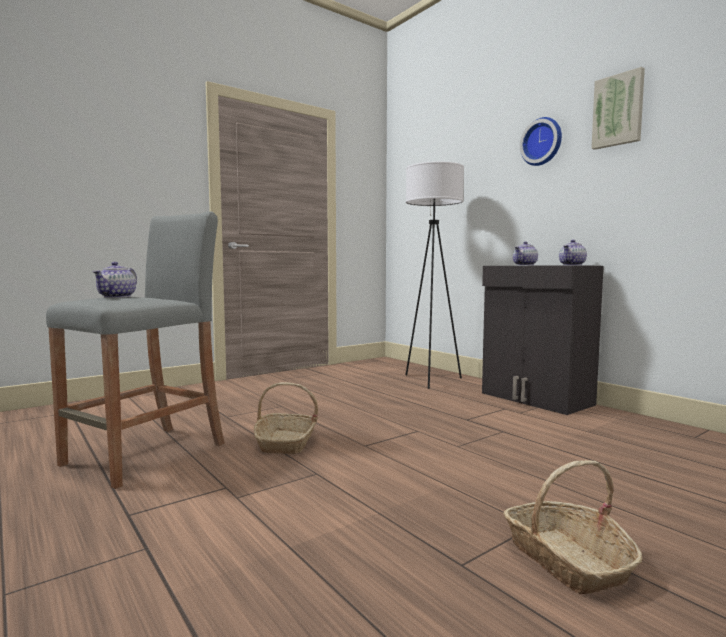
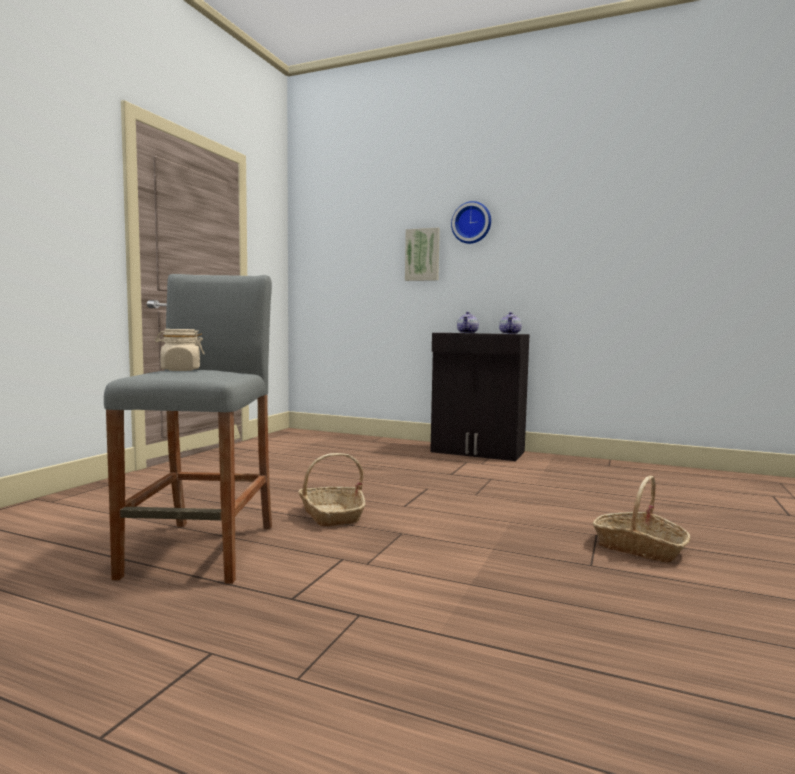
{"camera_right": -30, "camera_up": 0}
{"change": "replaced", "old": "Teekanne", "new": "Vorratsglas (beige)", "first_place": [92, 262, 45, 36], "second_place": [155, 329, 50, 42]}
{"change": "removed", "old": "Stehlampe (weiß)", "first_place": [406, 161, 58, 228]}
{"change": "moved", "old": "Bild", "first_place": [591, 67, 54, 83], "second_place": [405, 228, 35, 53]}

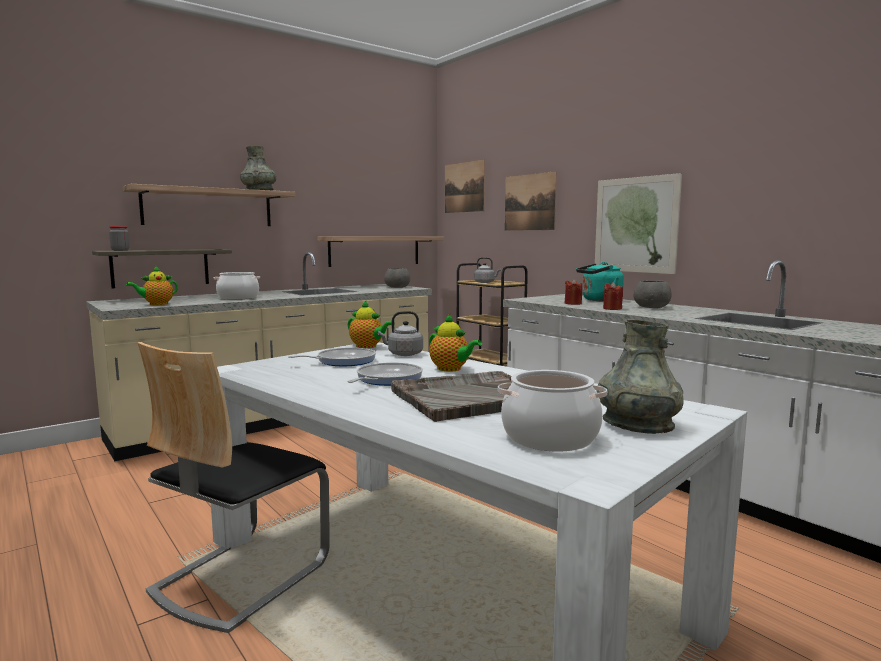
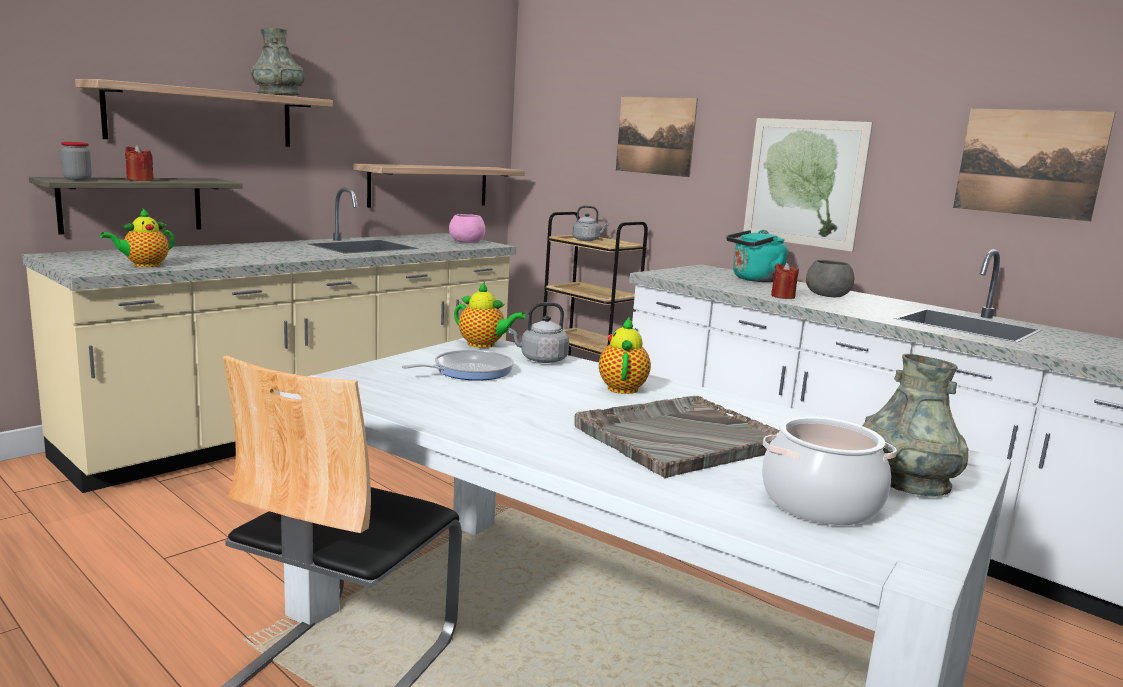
{"camera_right": -10, "camera_up": 5}
{"change": "removed", "old": "Kochtopf", "first_place": [214, 272, 46, 28]}
{"change": "removed", "old": "Pfanne", "first_place": [348, 363, 75, 23]}
{"change": "recoloured", "old": "Schüssel (grau)", "new": "Schüssel (rosa)", "first_place": [384, 268, 26, 20], "second_place": [449, 214, 36, 29]}
{"change": "turned", "old": "Teekanne", "first_place": [429, 314, 53, 57], "second_place": [599, 317, 52, 77], "degrees": -120}
{"change": "moved", "old": "Bild", "first_place": [445, 159, 40, 54], "second_place": [953, 108, 162, 113]}
{"change": "moved", "old": "Kerze (rot)", "first_place": [565, 279, 17, 26], "second_place": [125, 145, 29, 36]}

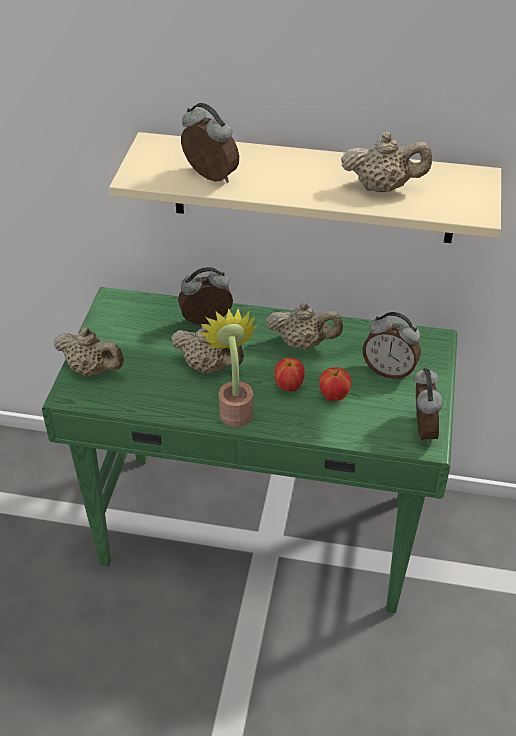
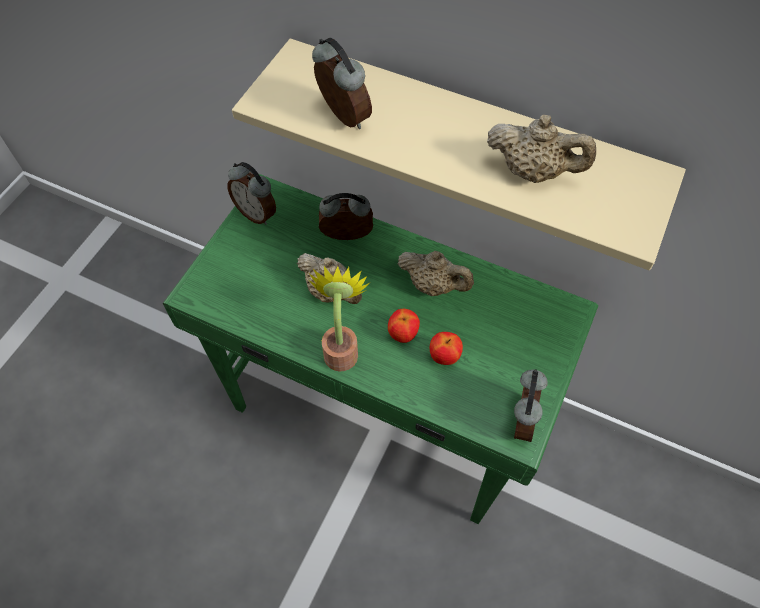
{"camera_right": 15, "camera_up": 15}
{"change": "removed", "old": "Teekanne (beige)", "first_place": [54, 327, 70, 49]}
{"change": "moved", "old": "Wecker", "first_place": [363, 312, 58, 67], "second_place": [228, 162, 48, 63]}

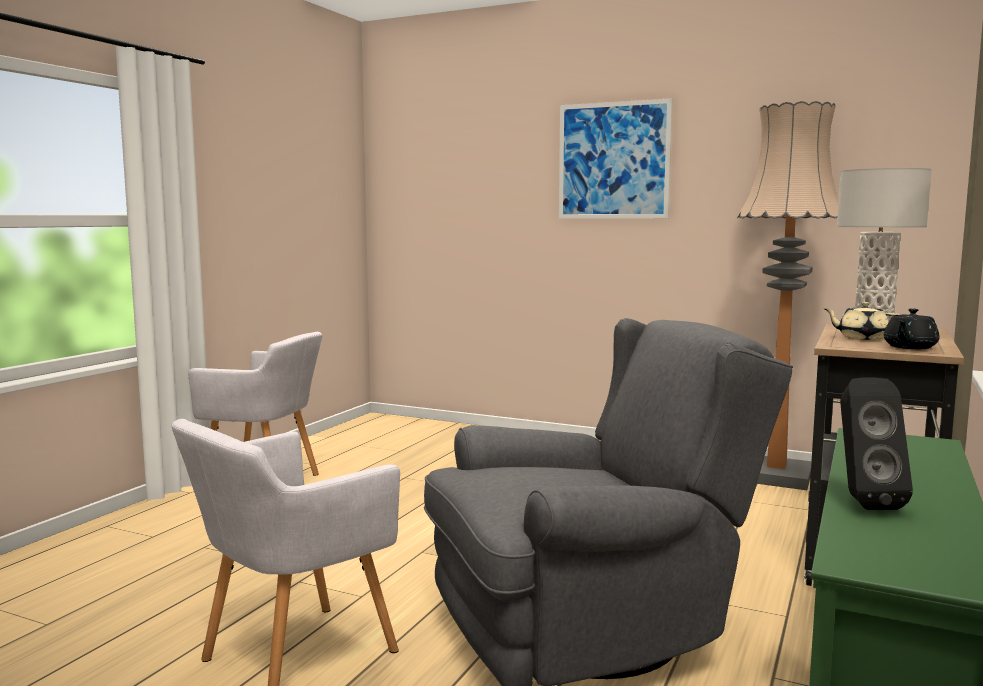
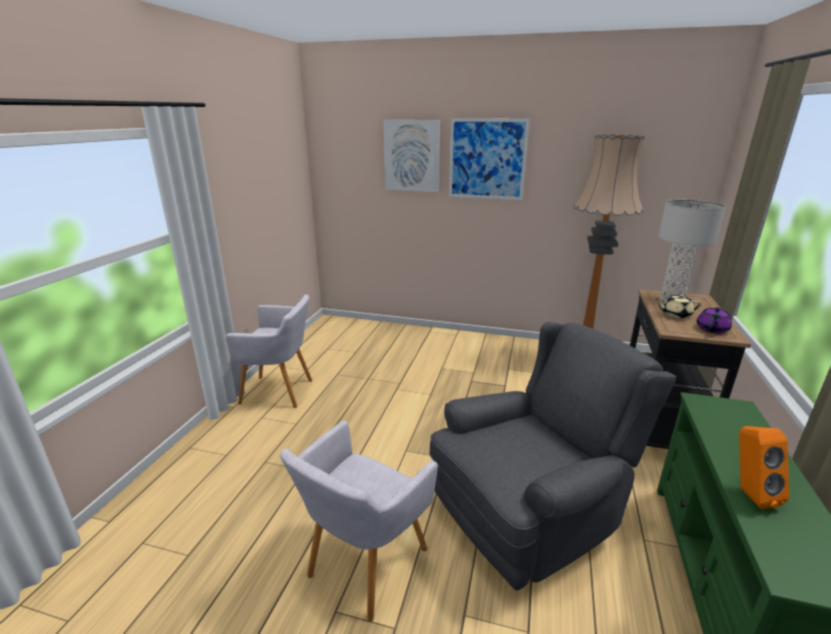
{"camera_right": -10, "camera_up": 15}
{"change": "recoloured", "old": "Lautsprecher (schwarz)", "new": "Lautsprecher (orange)", "first_place": [840, 377, 73, 133], "second_place": [739, 426, 50, 83]}
{"change": "recoloured", "old": "Teekanne (schwarz)", "new": "Teekanne (lila)", "first_place": [884, 308, 56, 41], "second_place": [697, 307, 35, 27]}
{"change": "added", "new": "Bild", "second_place": [383, 120, 57, 72]}

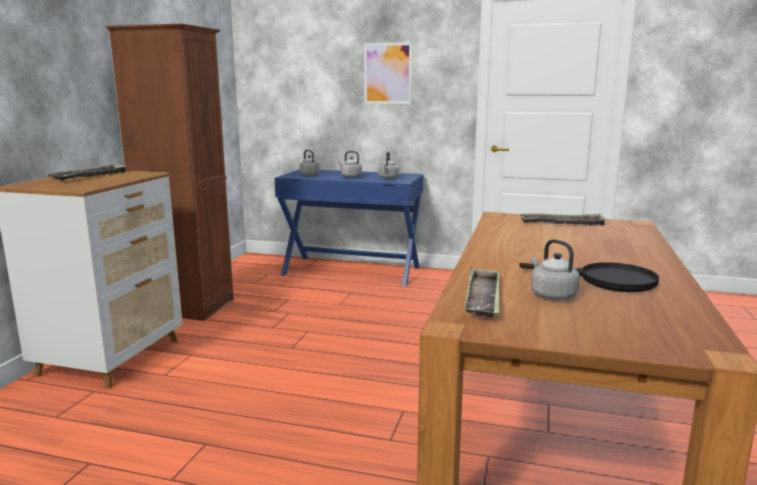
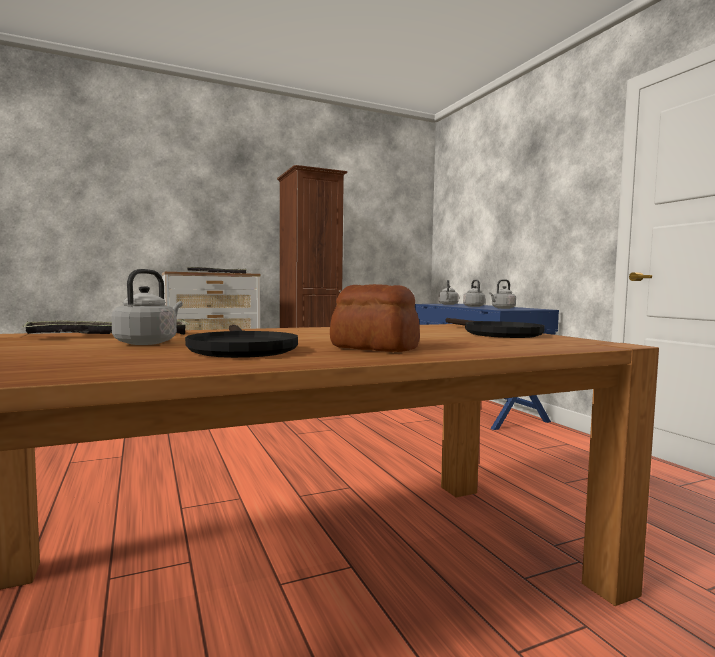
{"camera_right": 50, "camera_up": -10}
{"change": "removed", "old": "Bild", "first_place": [364, 42, 48, 62]}
{"change": "replaced", "old": "Tablett", "new": "Pfanne (schwarz)", "first_place": [519, 213, 89, 13], "second_place": [446, 318, 99, 20]}
{"change": "added", "new": "Brot", "second_place": [330, 284, 90, 68]}

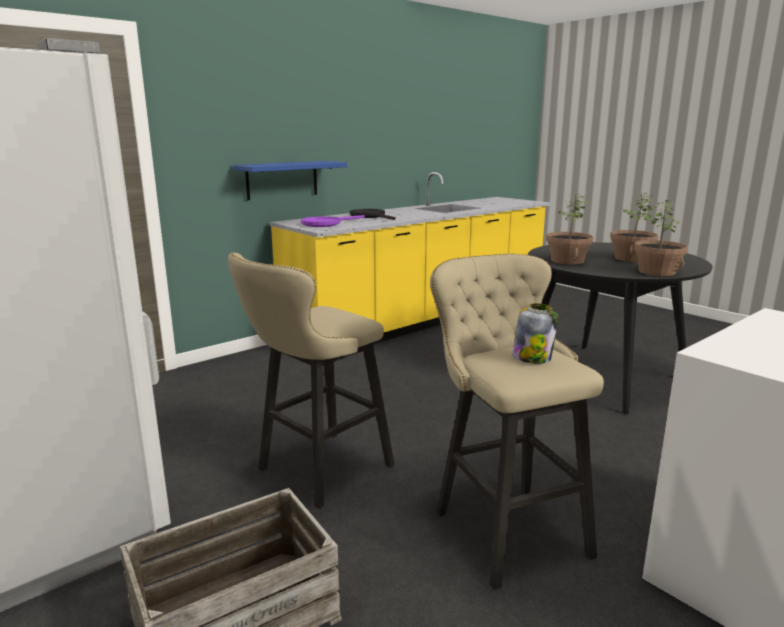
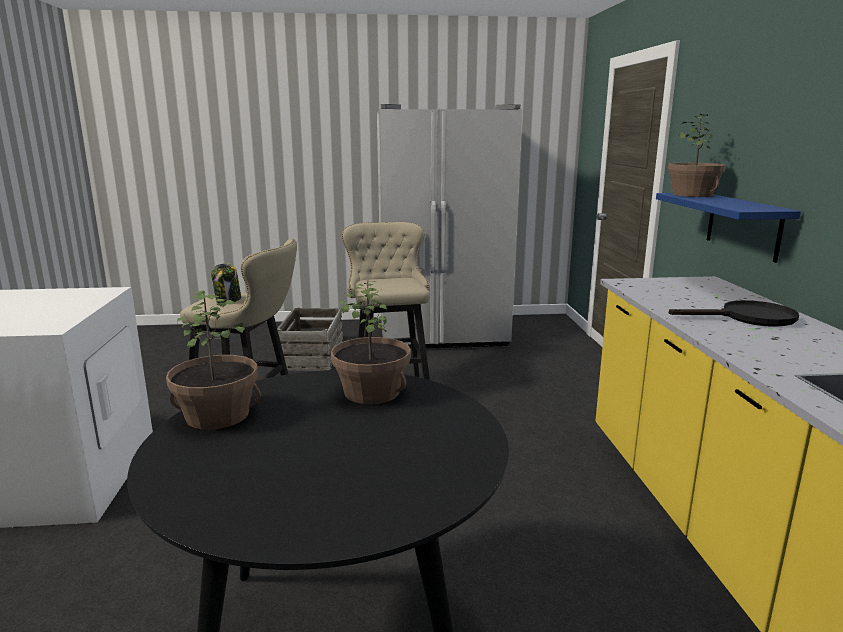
{"camera_right": 125, "camera_up": 0}
{"change": "removed", "old": "Pfanne (lila)", "first_place": [301, 215, 64, 12]}
{"change": "moved", "old": "Topfpflanze", "first_place": [610, 192, 48, 70], "second_place": [668, 113, 58, 84]}

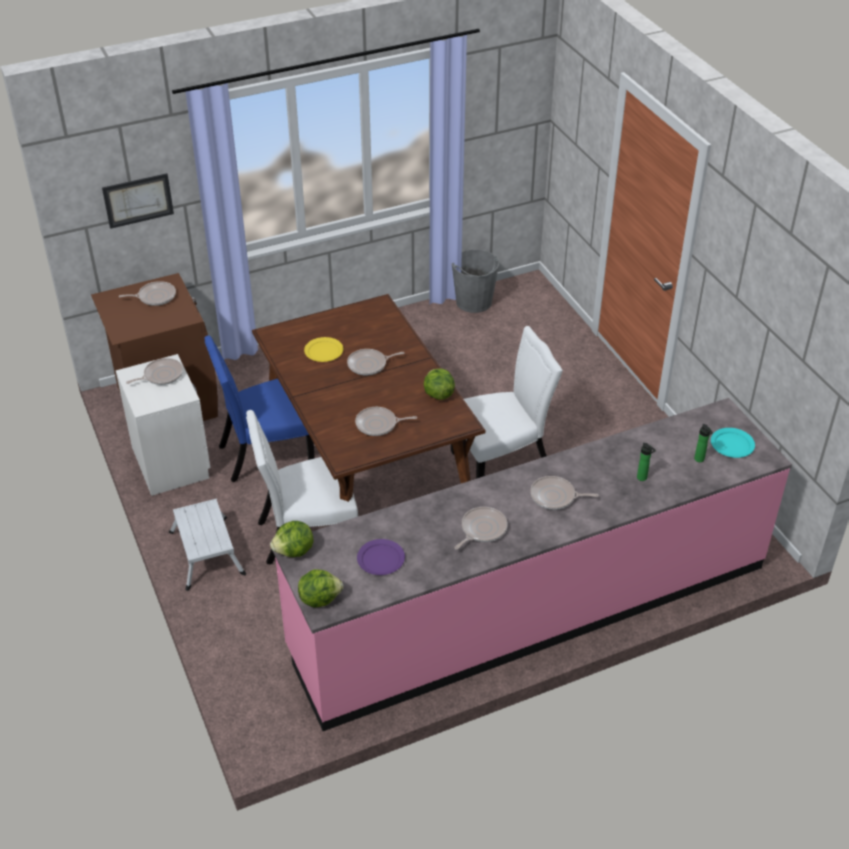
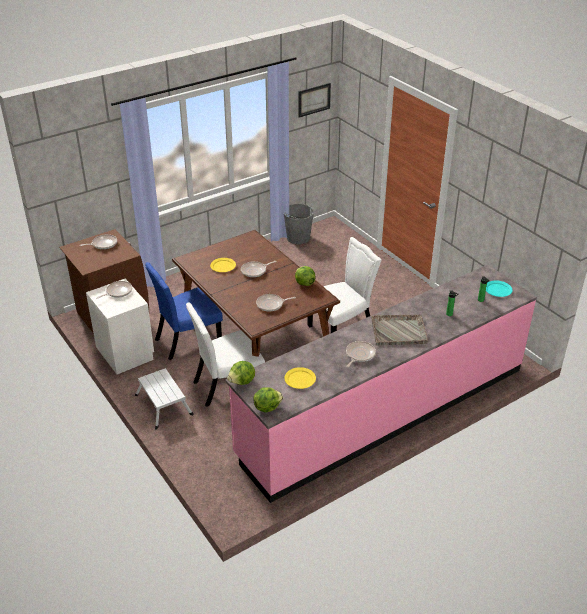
{"camera_right": -10, "camera_up": -5}
{"change": "moved", "old": "Bild", "first_place": [102, 173, 72, 56], "second_place": [298, 83, 33, 35]}
{"change": "recoloured", "old": "Teller (lila)", "new": "Teller (gelb)", "first_place": [357, 539, 48, 36], "second_place": [284, 367, 32, 22]}
{"change": "replaced", "old": "Pfanne", "new": "Tablett (grau)", "first_place": [530, 476, 69, 34], "second_place": [371, 314, 57, 31]}

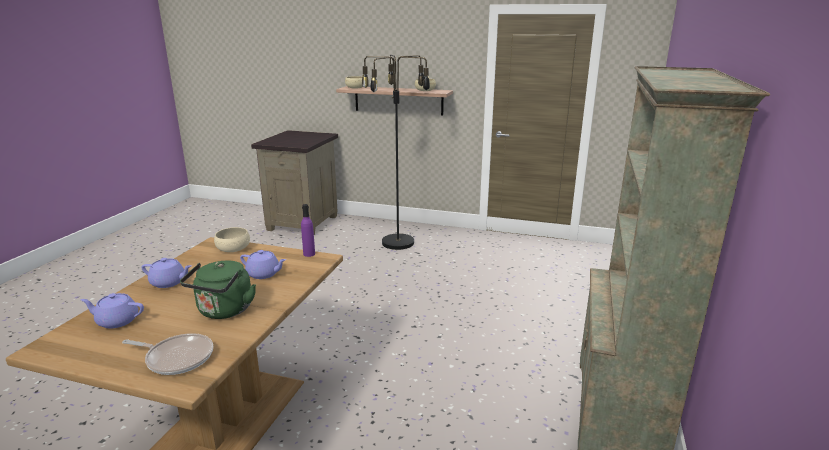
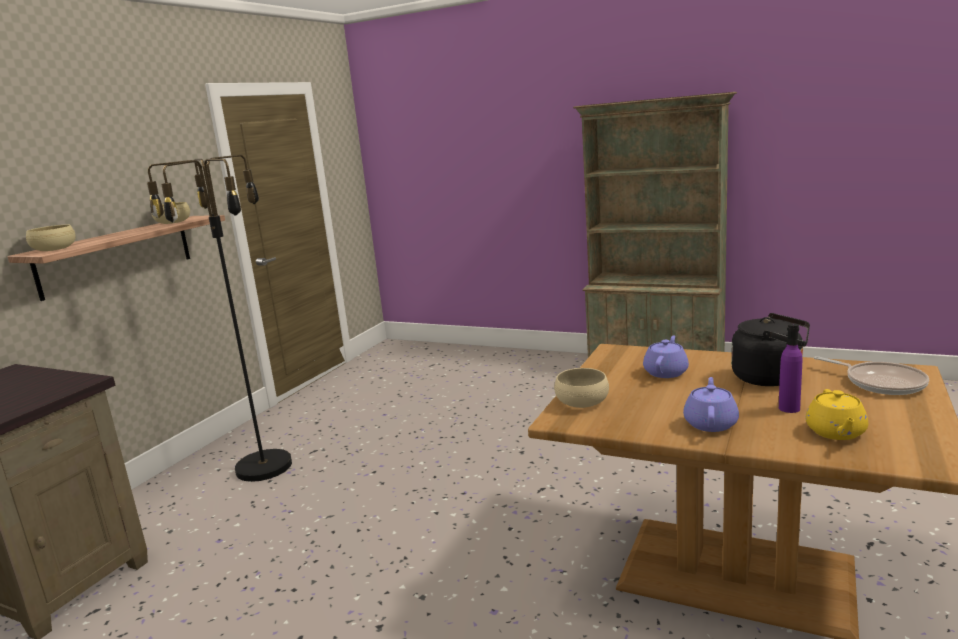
{"camera_right": -80, "camera_up": -5}
{"change": "recoloured", "old": "Teekanne (lila)", "new": "Teekanne (gelb)", "first_place": [80, 293, 64, 35], "second_place": [806, 389, 62, 51]}
{"change": "turned", "old": "Pfanne", "first_place": [122, 333, 91, 42], "second_place": [814, 356, 115, 39], "degrees": 120}
{"change": "recoloured", "old": "Wasserkessel (grün)", "new": "Wasserkessel (schwarz)", "first_place": [180, 261, 76, 58], "second_place": [731, 313, 79, 73]}
{"change": "moved", "old": "Flasche (lila)", "first_place": [301, 204, 14, 53], "second_place": [779, 323, 23, 90]}

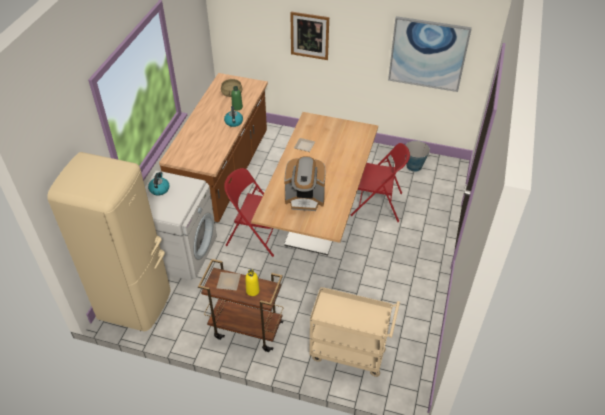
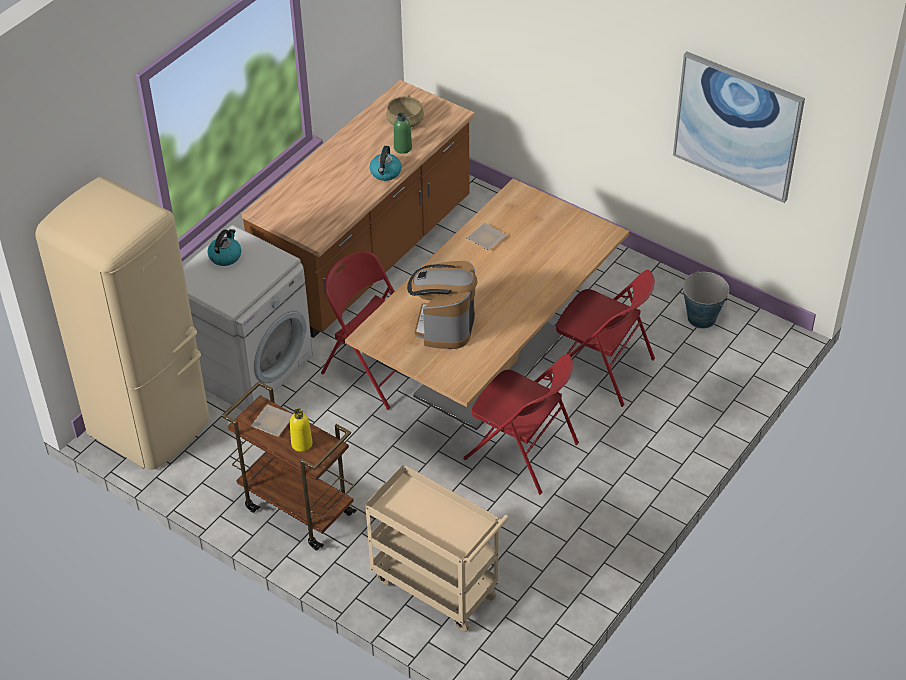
{"camera_right": 20, "camera_up": 0}
{"change": "turned", "old": "Kaffeemaschine", "first_place": [285, 156, 40, 55], "second_place": [407, 261, 70, 88], "degrees": 75}
{"change": "removed", "old": "Bild", "first_place": [290, 12, 39, 48]}
{"change": "added", "new": "Stuhl (rot)", "second_place": [464, 354, 115, 141]}

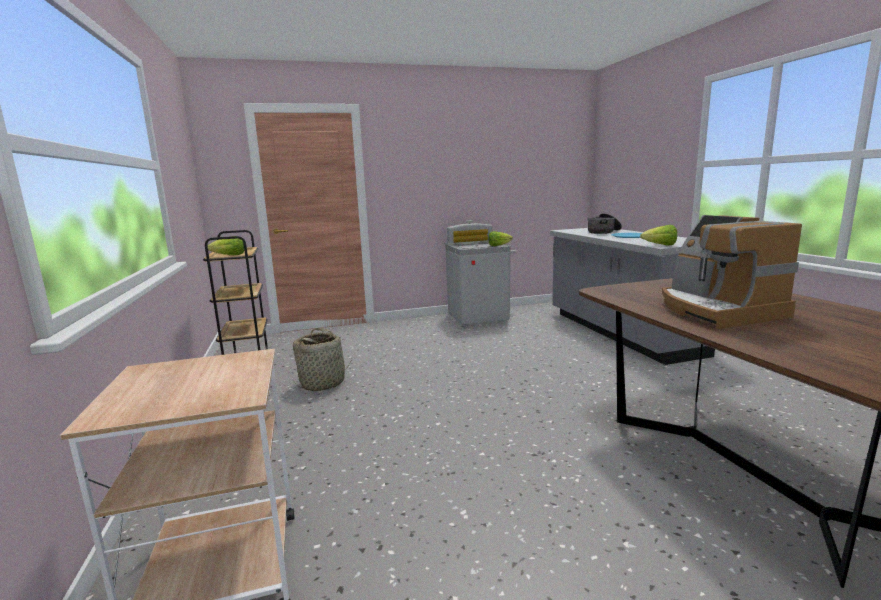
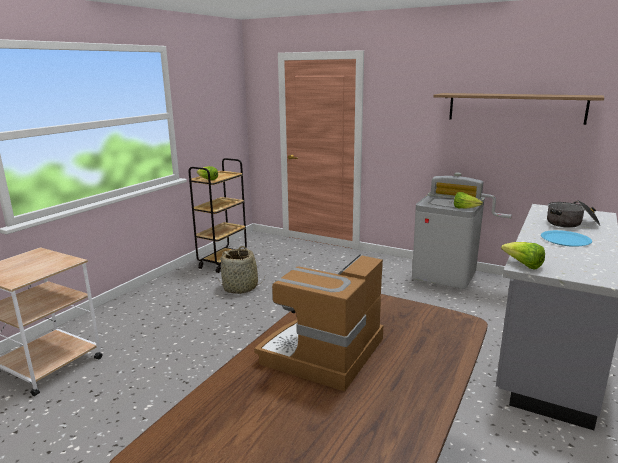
{"camera_right": 45, "camera_up": 5}
{"change": "added", "new": "Wandregal", "second_place": [433, 93, 171, 32]}

